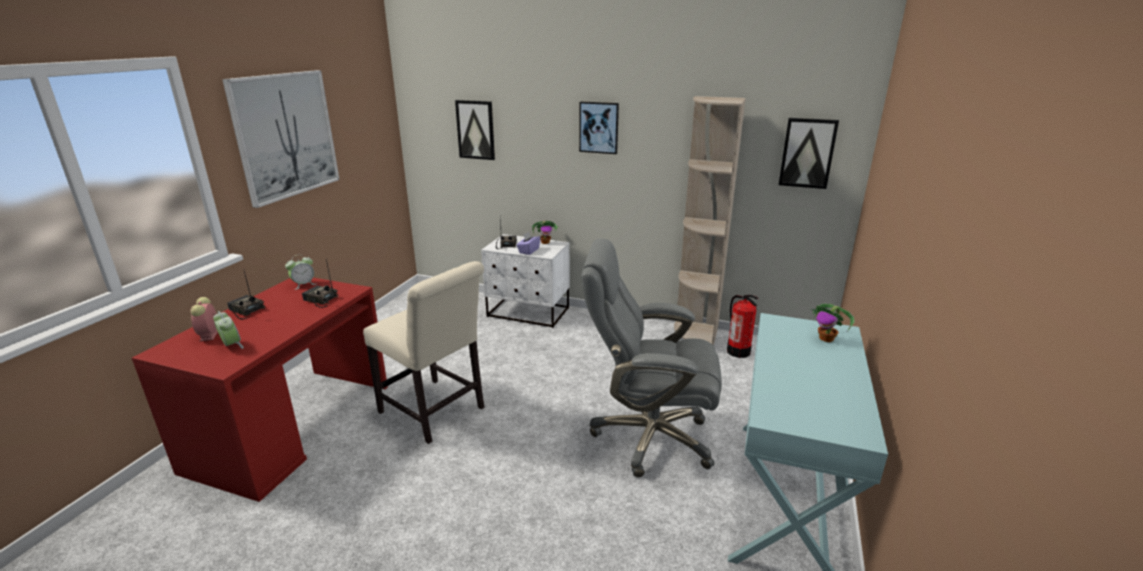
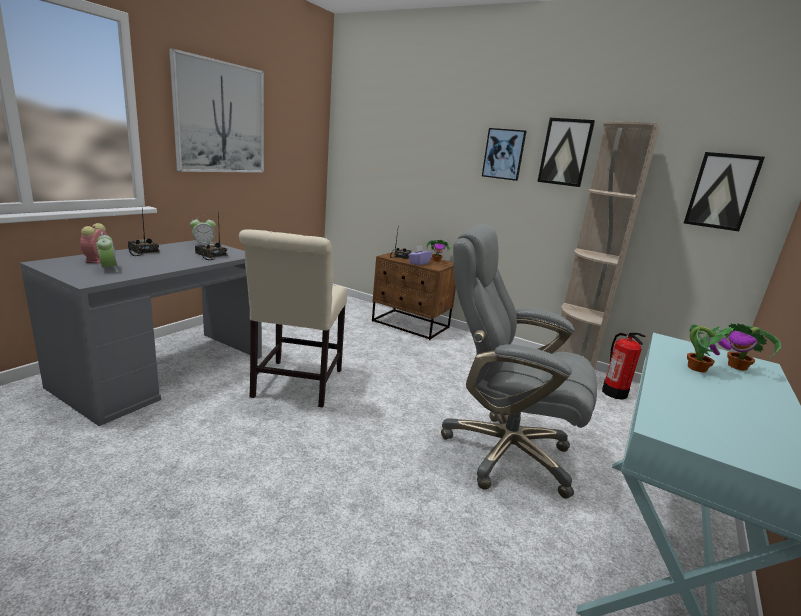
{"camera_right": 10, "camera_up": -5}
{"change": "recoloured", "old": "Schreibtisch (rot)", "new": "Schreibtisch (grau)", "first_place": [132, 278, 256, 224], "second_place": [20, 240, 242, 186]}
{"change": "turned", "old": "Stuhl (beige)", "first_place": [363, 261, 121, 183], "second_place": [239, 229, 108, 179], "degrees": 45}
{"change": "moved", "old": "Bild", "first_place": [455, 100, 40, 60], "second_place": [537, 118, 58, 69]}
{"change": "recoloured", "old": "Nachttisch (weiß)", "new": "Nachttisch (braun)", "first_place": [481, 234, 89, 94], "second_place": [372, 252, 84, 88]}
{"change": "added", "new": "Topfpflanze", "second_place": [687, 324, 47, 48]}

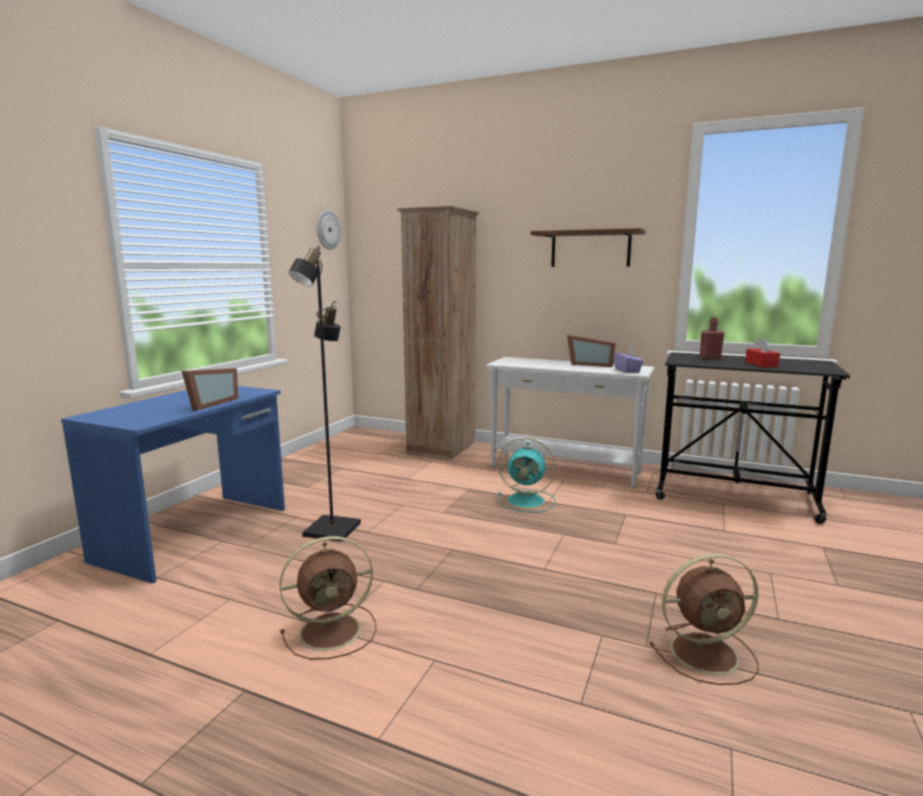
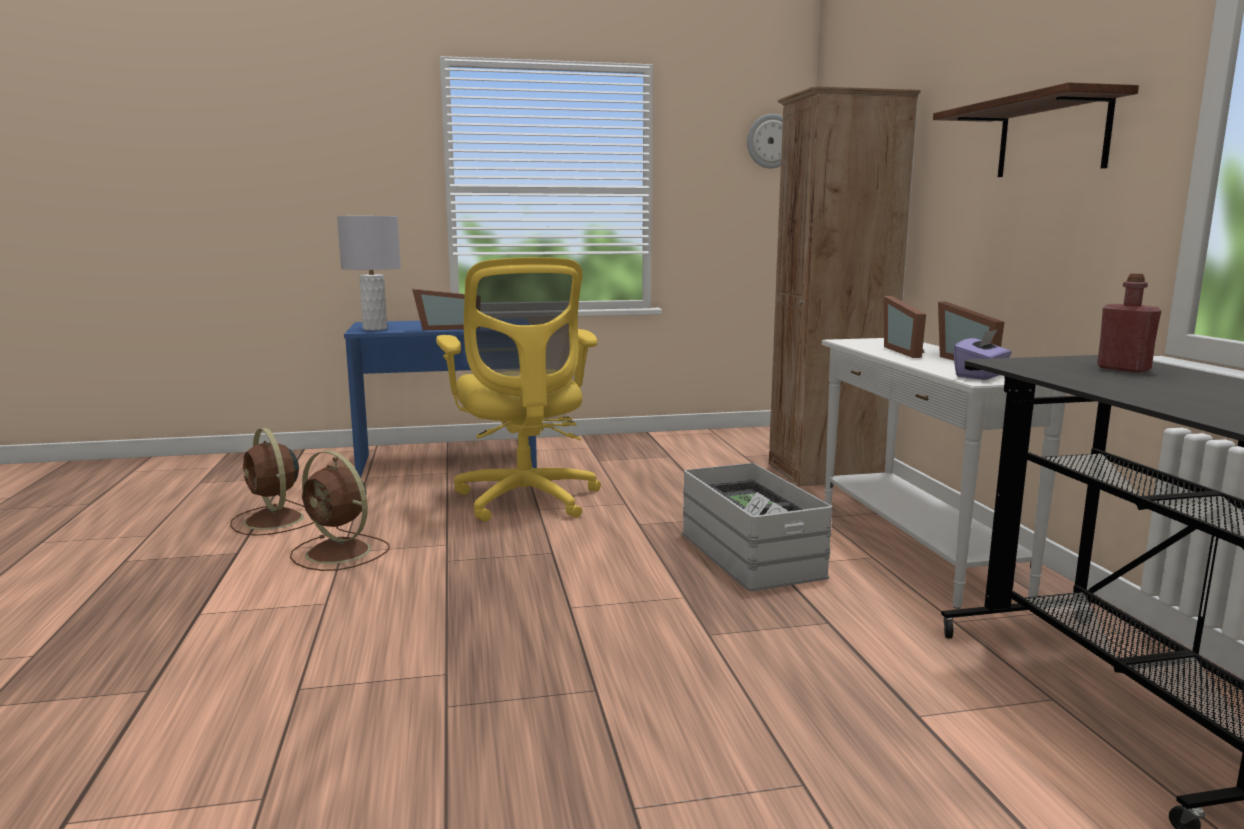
{"camera_right": 55, "camera_up": 0}
{"change": "replaced", "old": "Stehlampe (schwarz)", "new": "Bürostuhl (gelb)", "first_place": [288, 245, 73, 297], "second_place": [436, 257, 165, 265]}
{"change": "replaced", "old": "Ventilator (türkis)", "new": "Aufbewahrungsbox (grau)", "first_place": [497, 438, 59, 74], "second_place": [682, 463, 150, 128]}
{"change": "moved", "old": "Ventilator (braun)", "first_place": [649, 554, 110, 131], "second_place": [230, 428, 84, 108]}
{"change": "removed", "old": "Taschentuchbox (rot)", "first_place": [745, 337, 35, 30]}
{"change": "added", "new": "Tischlampe (grau)", "second_place": [337, 216, 64, 114]}
{"change": "added", "new": "Bilderrahmen", "second_place": [884, 296, 42, 62]}

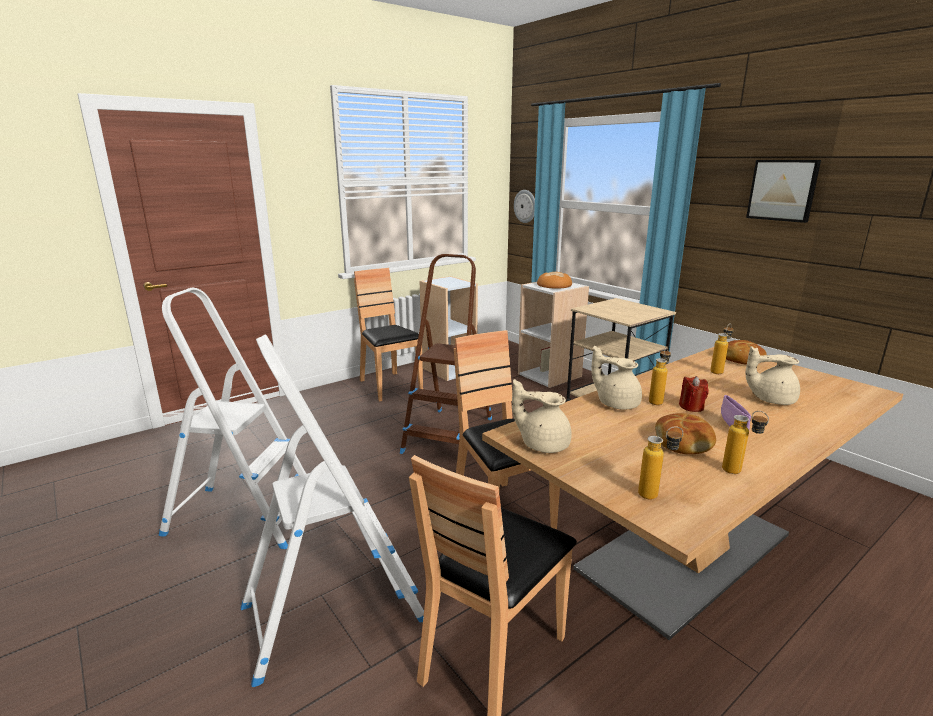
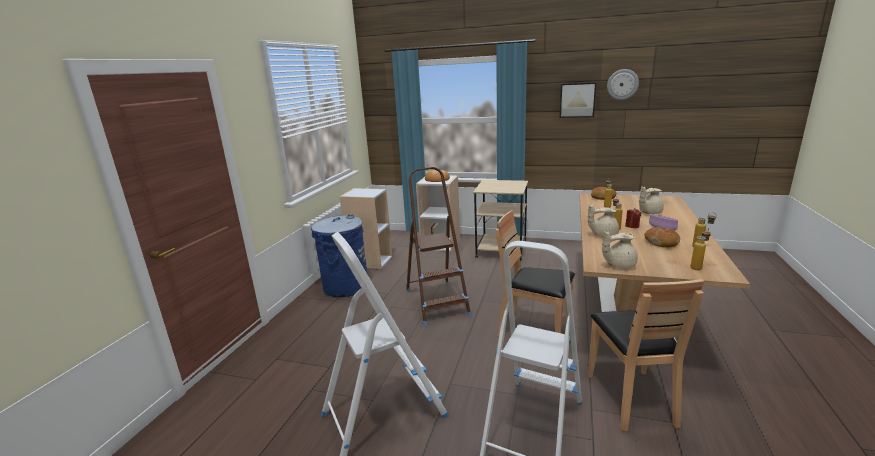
{"camera_right": -35, "camera_up": 0}
{"change": "replaced", "old": "Stuhl (braun)", "new": "Mülleimer (blau)", "first_place": [354, 268, 69, 133], "second_place": [311, 214, 56, 84]}
{"change": "moved", "old": "Wanduhr", "first_place": [514, 190, 21, 33], "second_place": [607, 69, 32, 31]}

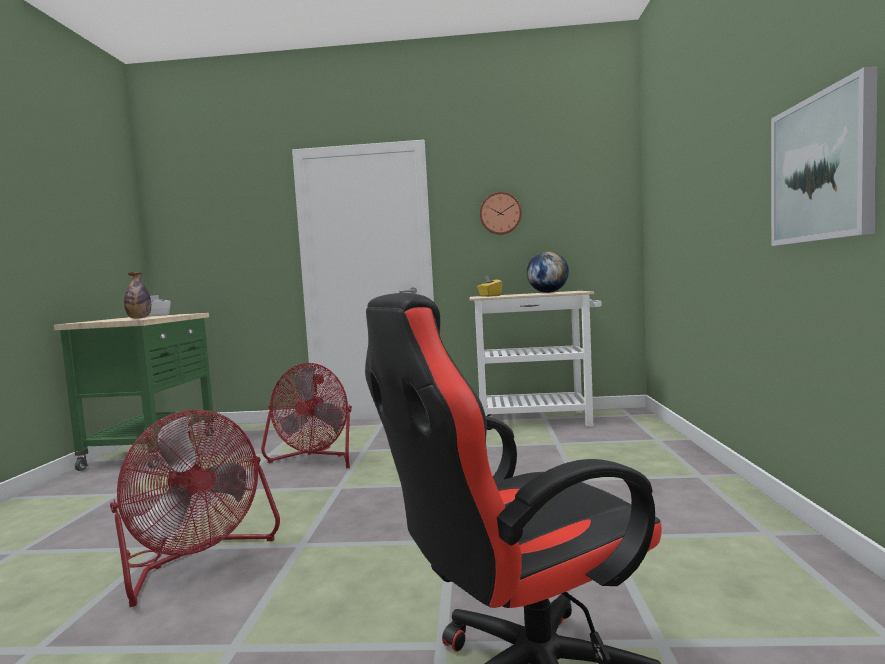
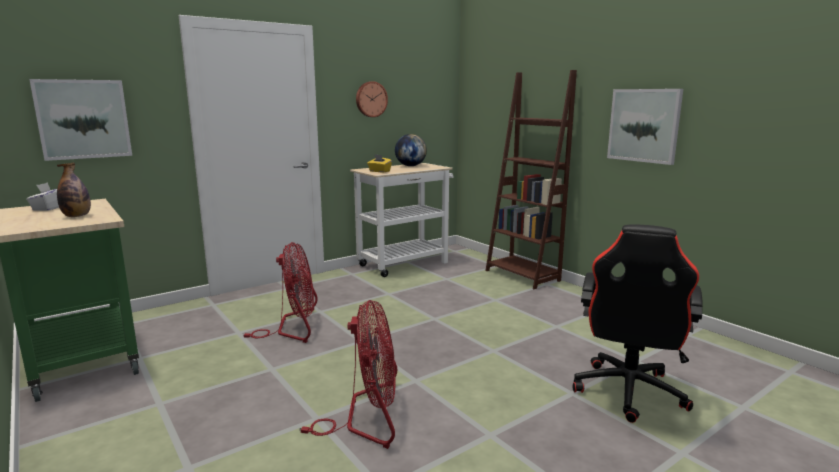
{"camera_right": -40, "camera_up": 10}
{"change": "turned", "old": "Ventilator (rot)", "first_place": [261, 363, 91, 105], "second_place": [243, 242, 74, 101], "degrees": -75}
{"change": "added", "new": "Bild", "second_place": [29, 79, 103, 82]}
{"change": "added", "new": "Bücherregal (braun)", "second_place": [485, 70, 92, 219]}

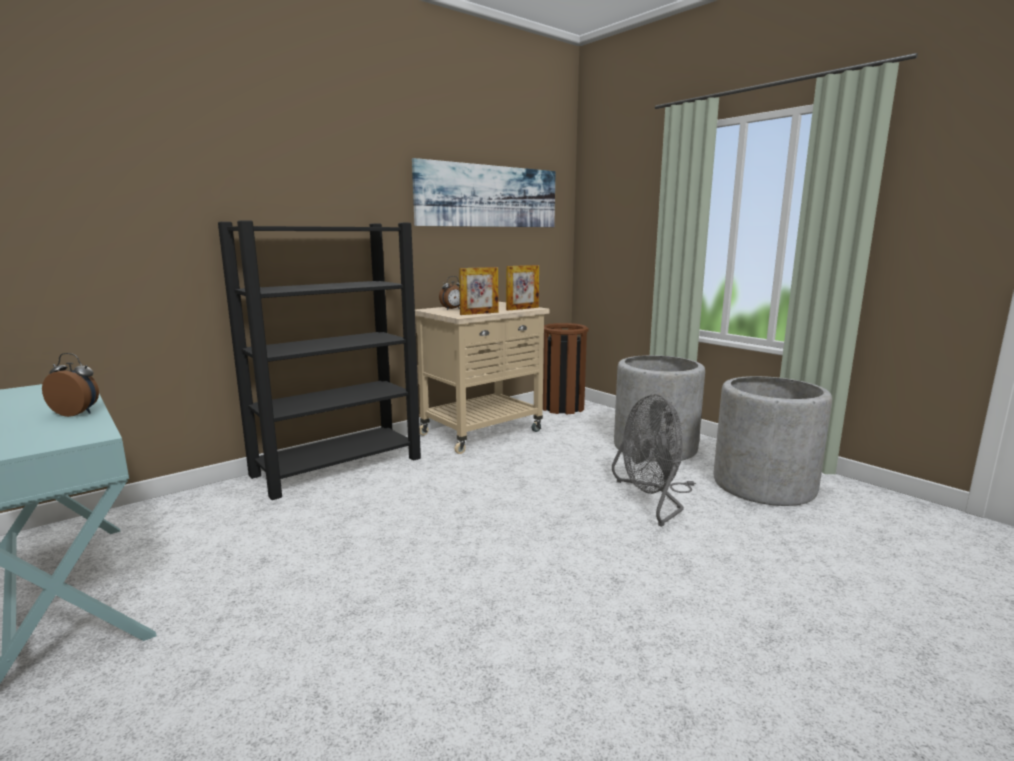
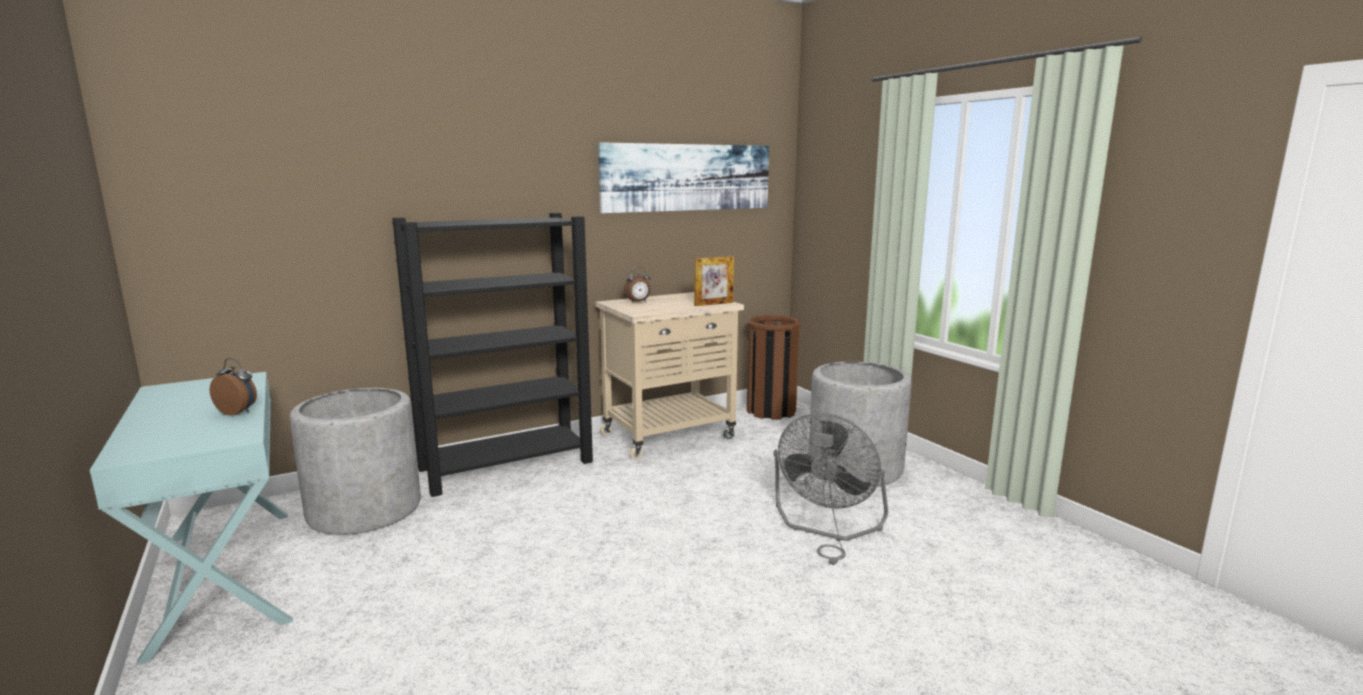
{"camera_right": 10, "camera_up": 0}
{"change": "removed", "old": "Bilderrahmen", "first_place": [459, 267, 39, 48]}
{"change": "turned", "old": "Ventilator (grau)", "first_place": [612, 394, 83, 133], "second_place": [773, 413, 115, 152], "degrees": 120}
{"change": "moved", "old": "Pflanzkübel (grau)", "first_place": [714, 376, 118, 130], "second_place": [290, 388, 131, 147]}

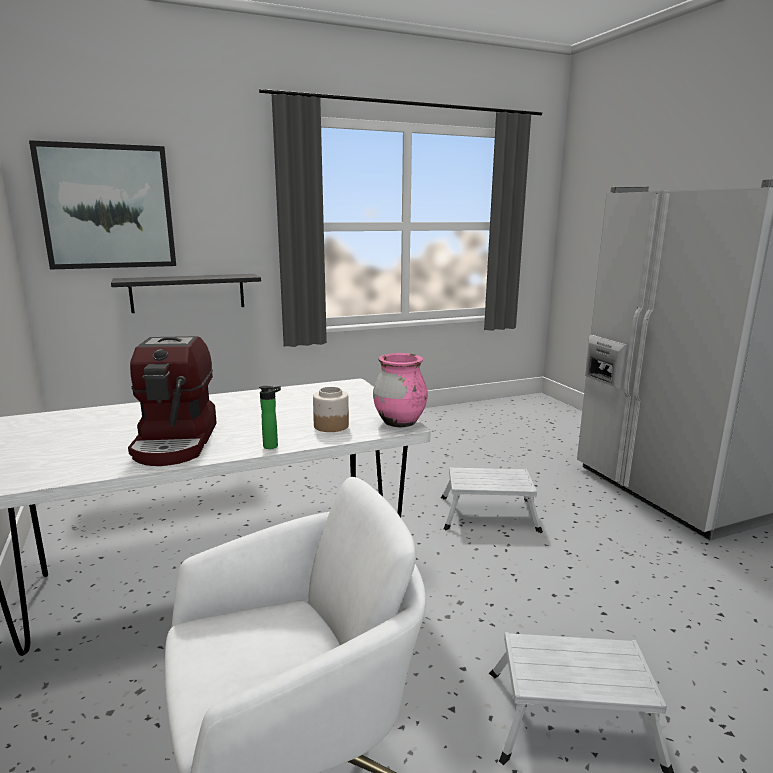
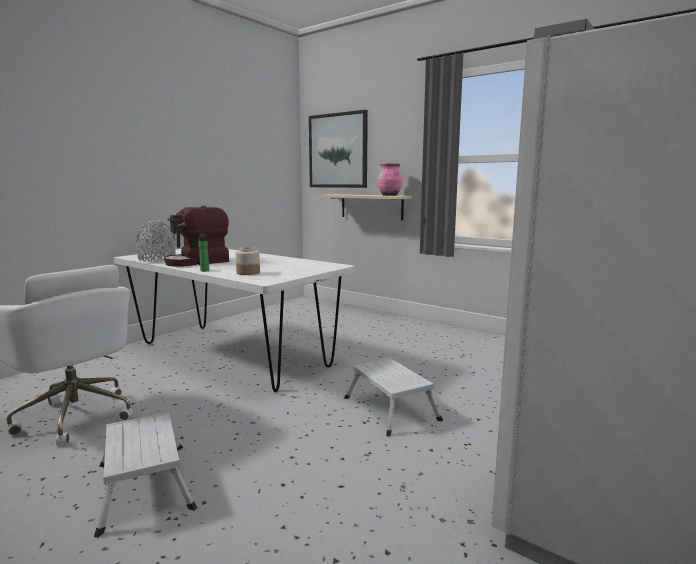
{"camera_right": 60, "camera_up": -5}
{"change": "recoloured", "old": "Wandregal (schwarz)", "new": "Wandregal (beige)", "first_place": [111, 274, 150, 39], "second_place": [321, 194, 91, 26]}
{"change": "moved", "old": "Vase (rosa)", "first_place": [373, 353, 55, 74], "second_place": [378, 163, 25, 33]}
{"change": "added", "new": "Vase (grau)", "second_place": [136, 221, 40, 41]}

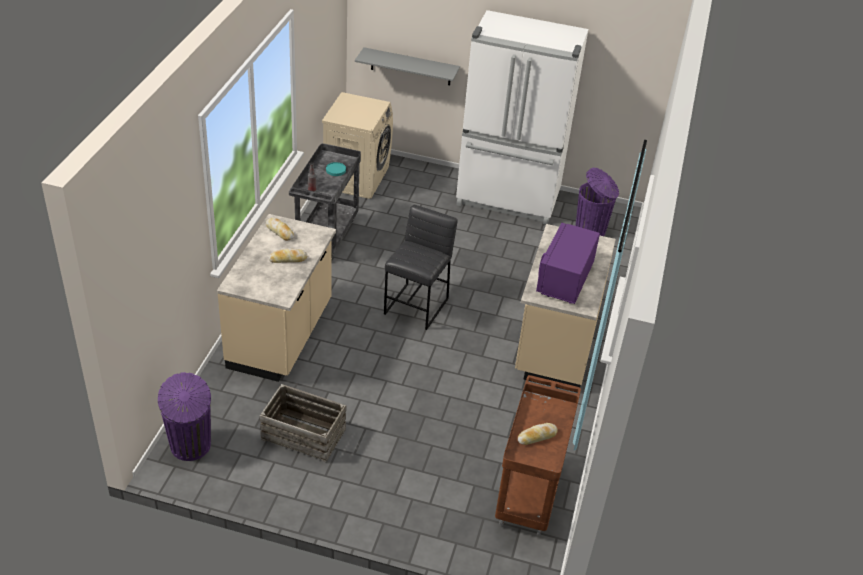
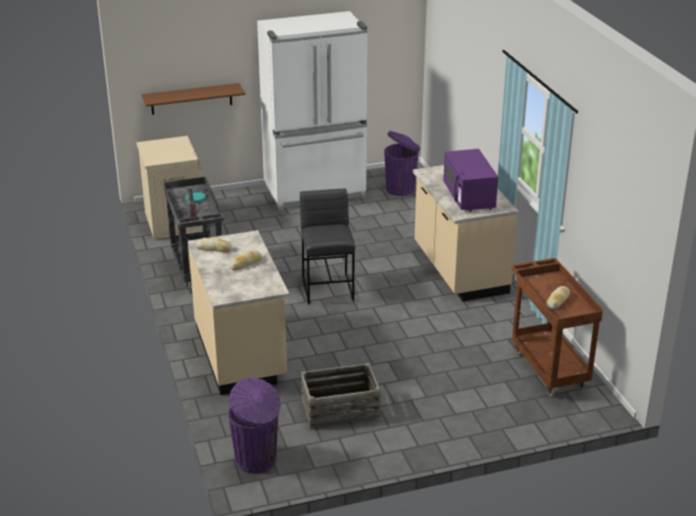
{"camera_right": -30, "camera_up": -10}
{"change": "recoloured", "old": "Wandregal (grau)", "new": "Wandregal (braun)", "first_place": [355, 47, 105, 38], "second_place": [142, 83, 103, 32]}

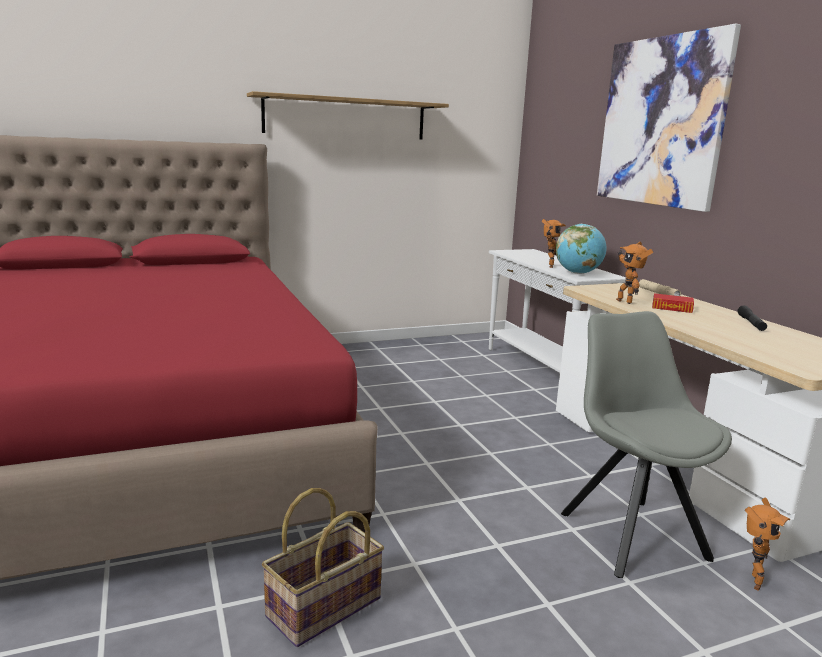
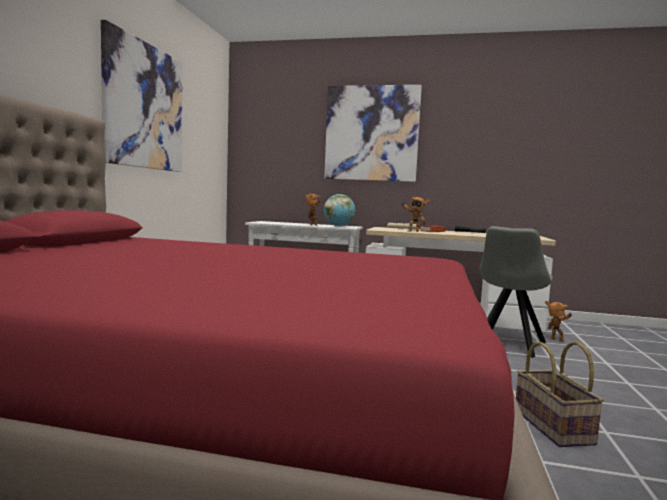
{"camera_right": -55, "camera_up": -10}
{"change": "replaced", "old": "Wandregal", "new": "Bild", "first_place": [247, 91, 202, 48], "second_place": [101, 20, 82, 152]}
{"change": "turned", "old": "Stuhl (grau)", "first_place": [561, 311, 171, 267], "second_place": [479, 226, 74, 132], "degrees": -75}

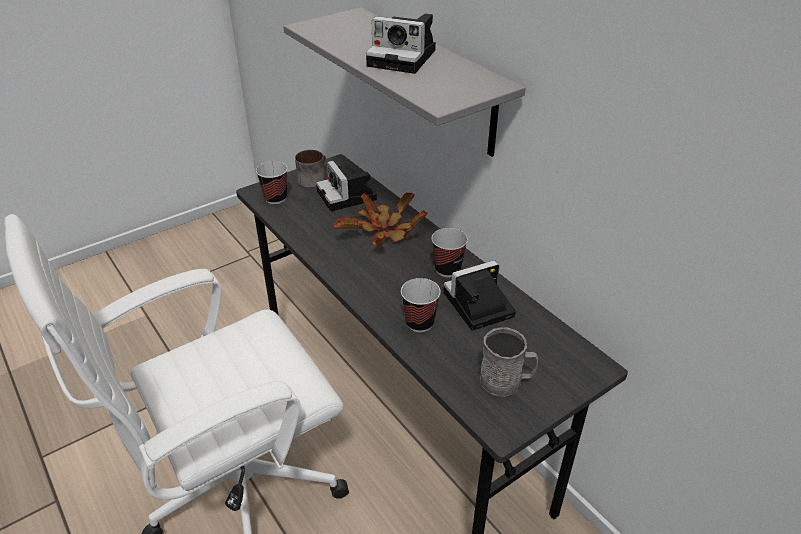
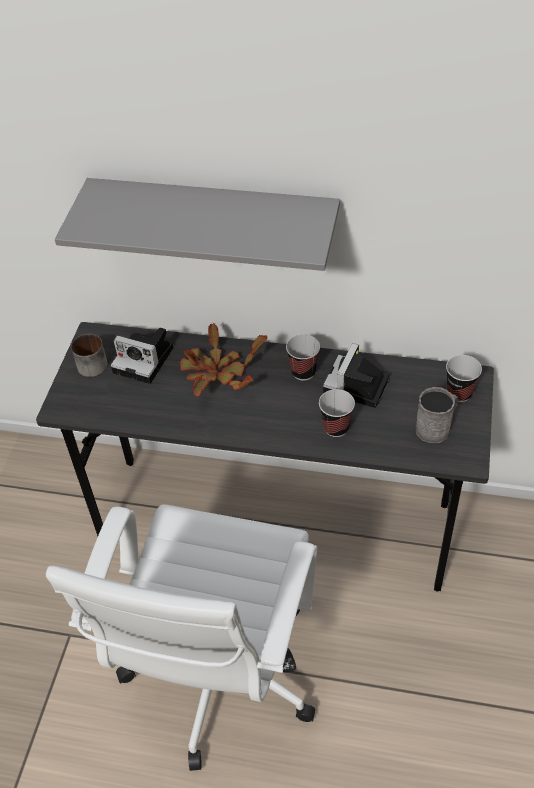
{"camera_right": -40, "camera_up": 10}
{"change": "moved", "old": "Tasse", "first_place": [256, 161, 32, 43], "second_place": [446, 355, 36, 47]}
{"change": "removed", "old": "Kamera", "first_place": [366, 13, 70, 61]}

